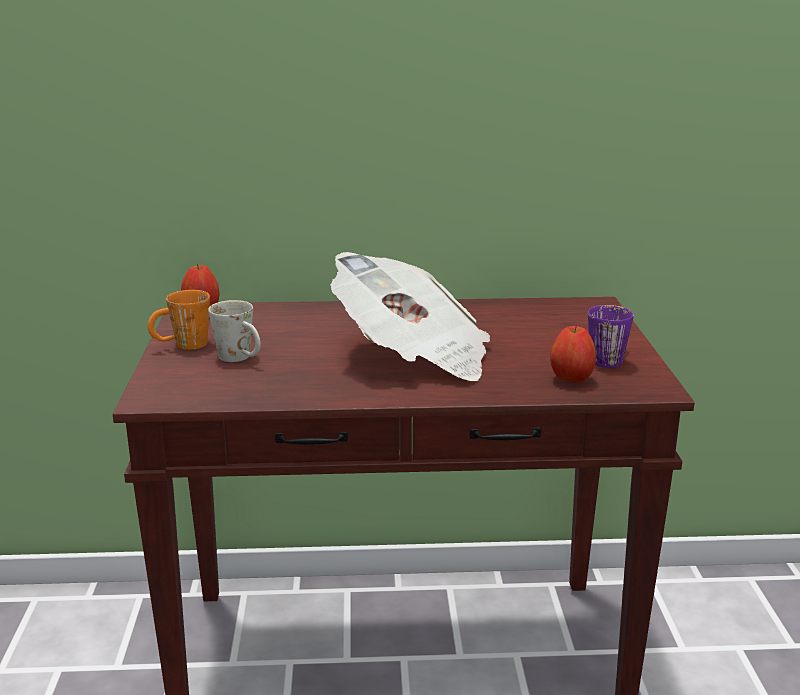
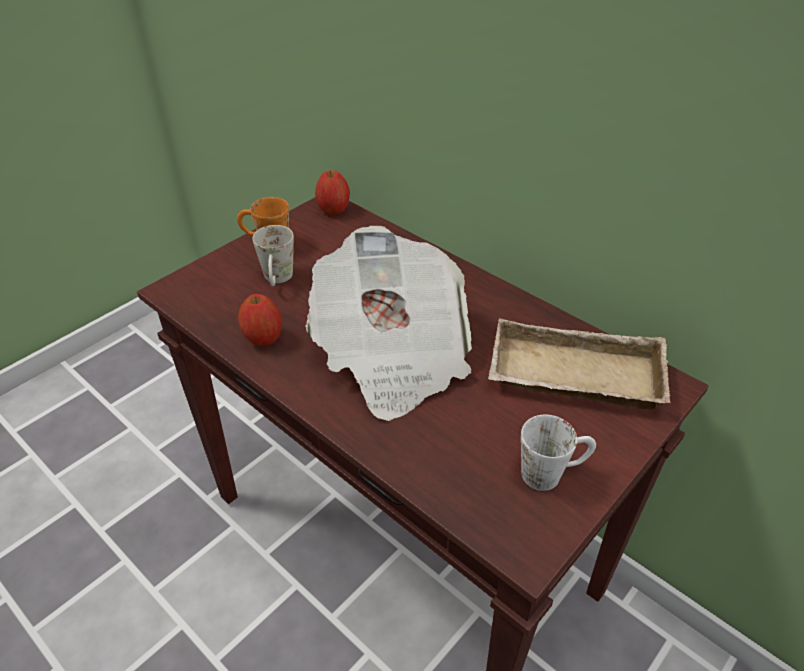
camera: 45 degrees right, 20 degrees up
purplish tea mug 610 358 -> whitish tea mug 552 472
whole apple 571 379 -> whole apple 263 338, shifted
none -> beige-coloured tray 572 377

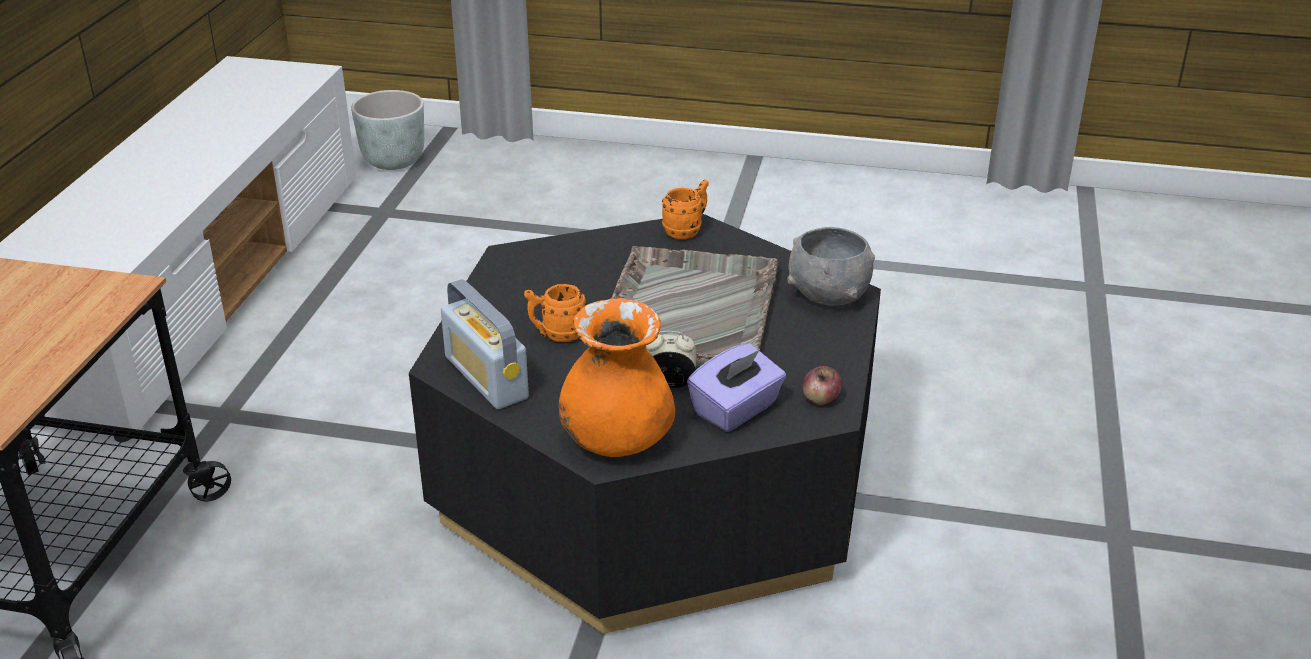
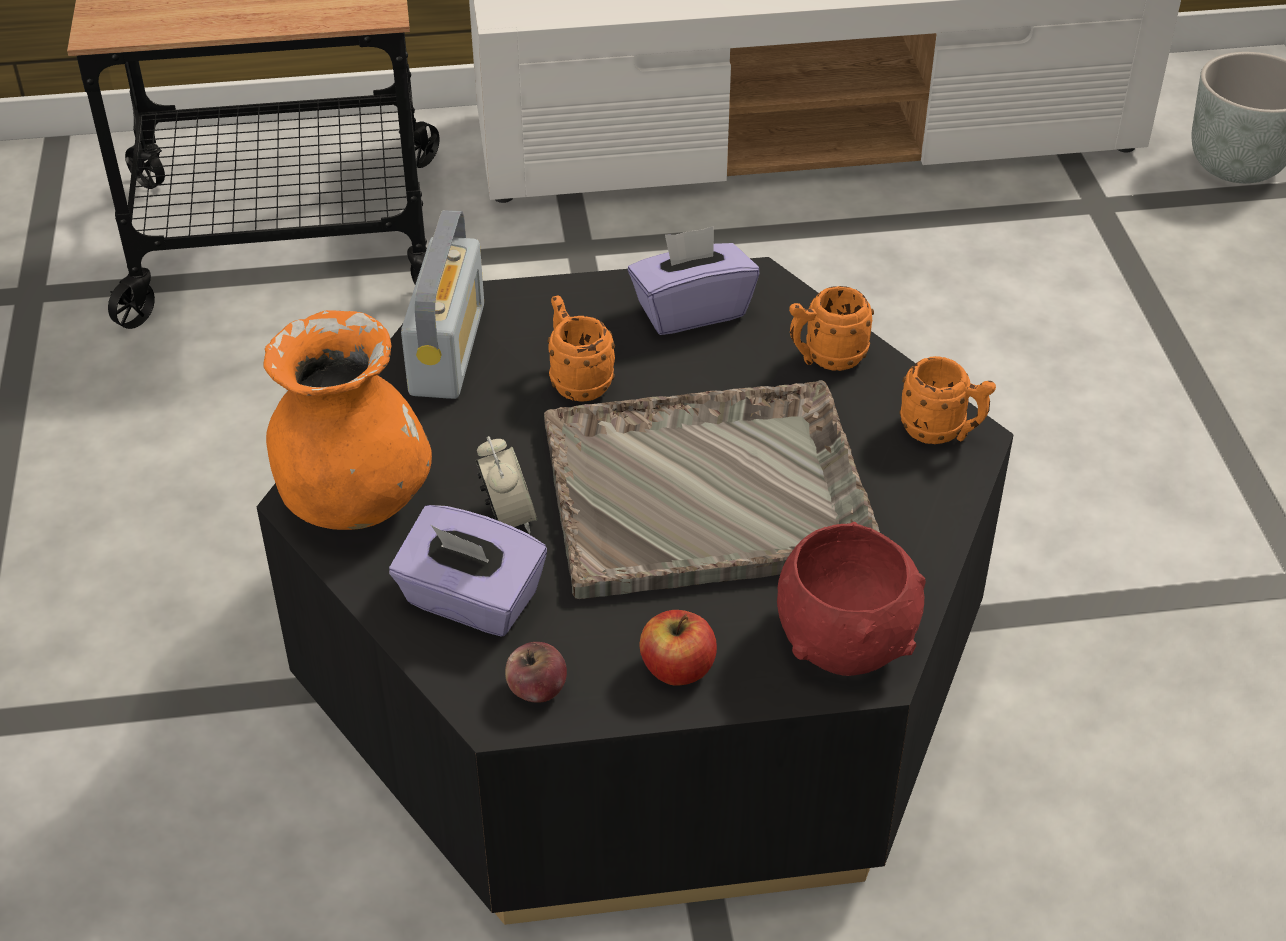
camera: 70 degrees right, 10 degrees up
greyish serving bowl 828 294 -> red-coloured serving bowl 846 639
radio set 486 378 -> radio set 447 349, 150 degrees clockwise
none -> purplish box of tissues 691 310
none -> orangey tea mug 825 359
none -> whole apple 677 669

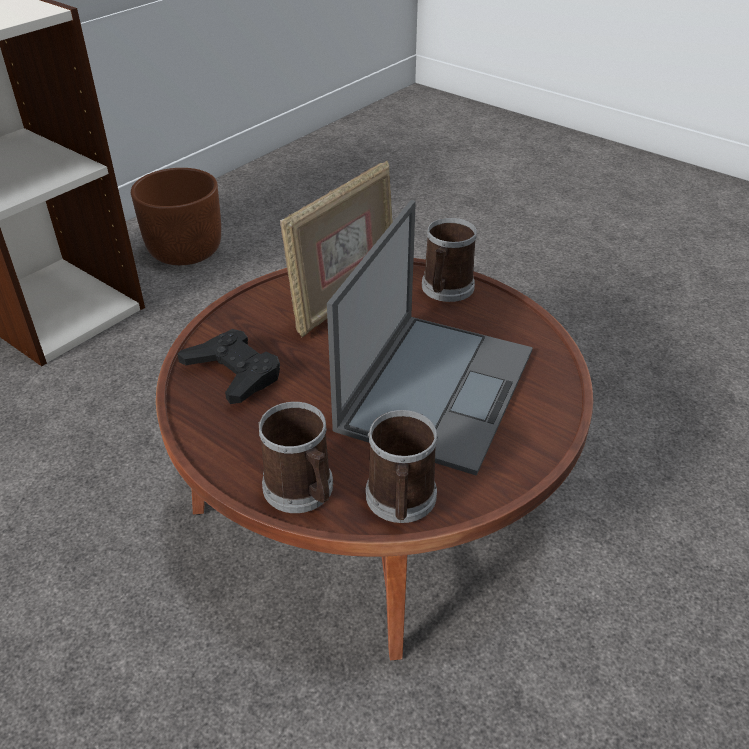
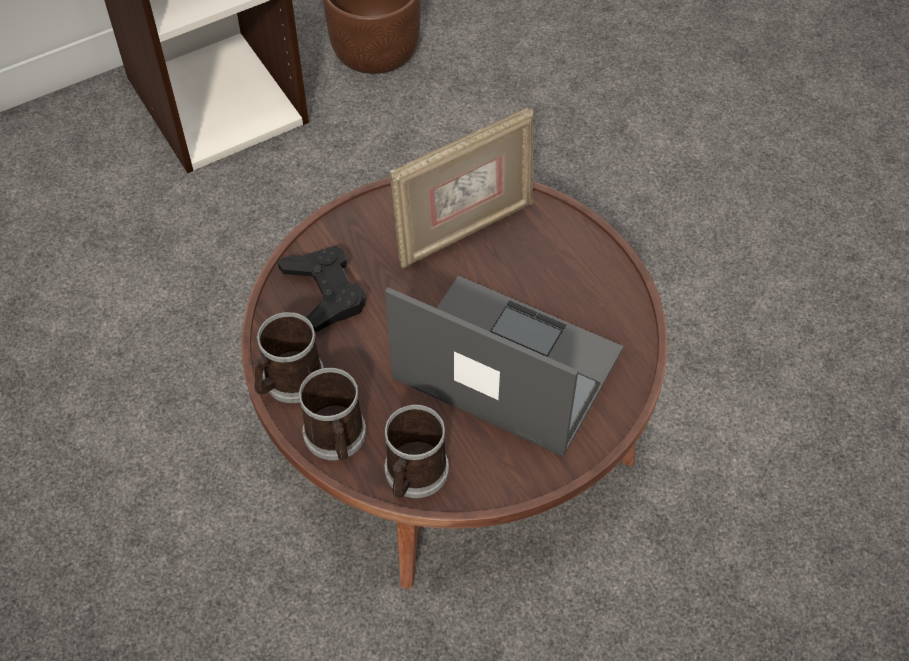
camera: 20 degrees right, 15 degrees up
laptop 437 387 -> laptop 504 364, 105 degrees counterclockwise
tea mug 445 290 -> tea mug 288 381, shifted

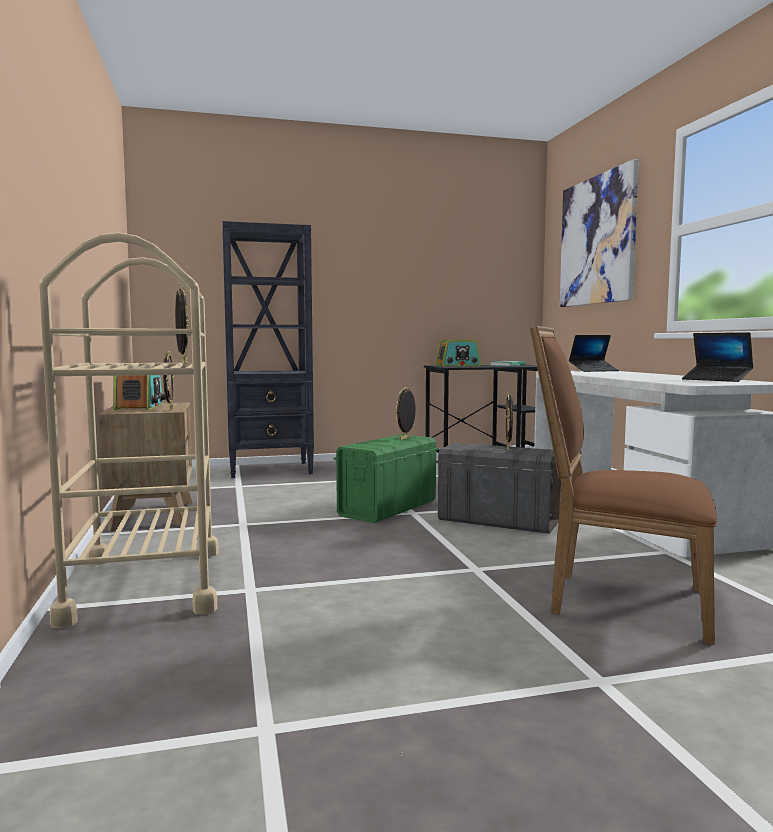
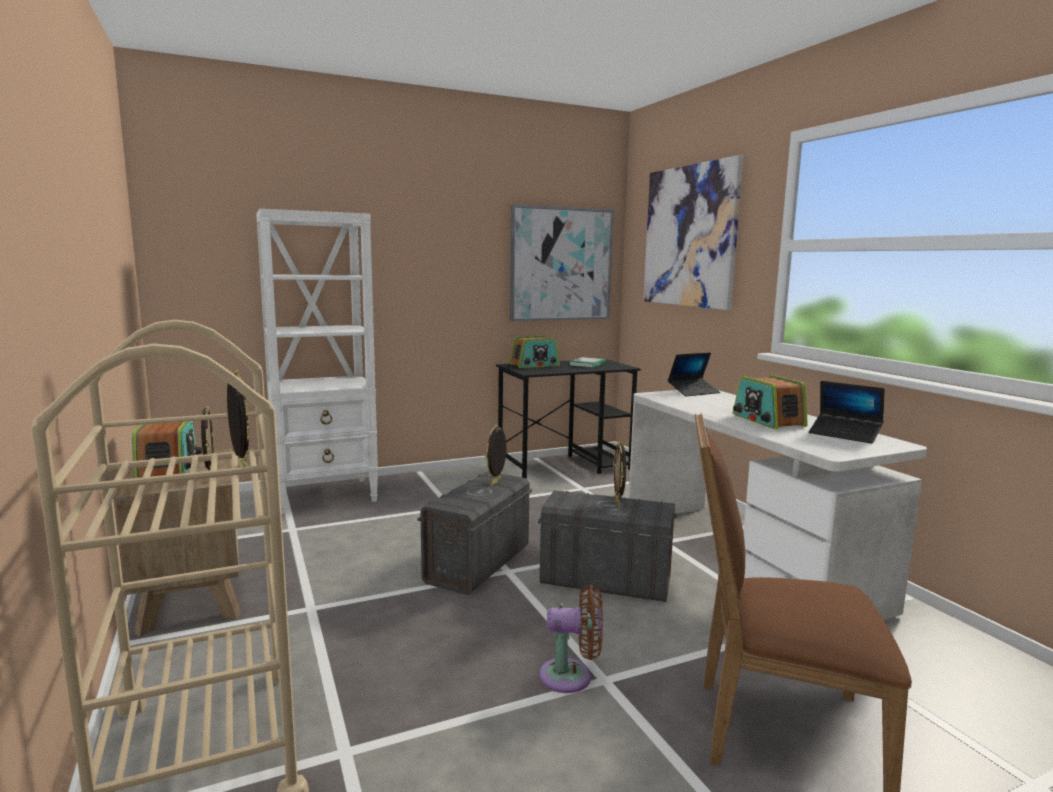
camera: 10 degrees left, 5 degrees up
blackish shelving unit 271 470 -> whitish shelving unit 326 495
green storage box 387 508 -> greyish storage box 477 564
none -> picture 561 264
none -> radio set 767 420
none -> brownish fan 571 676

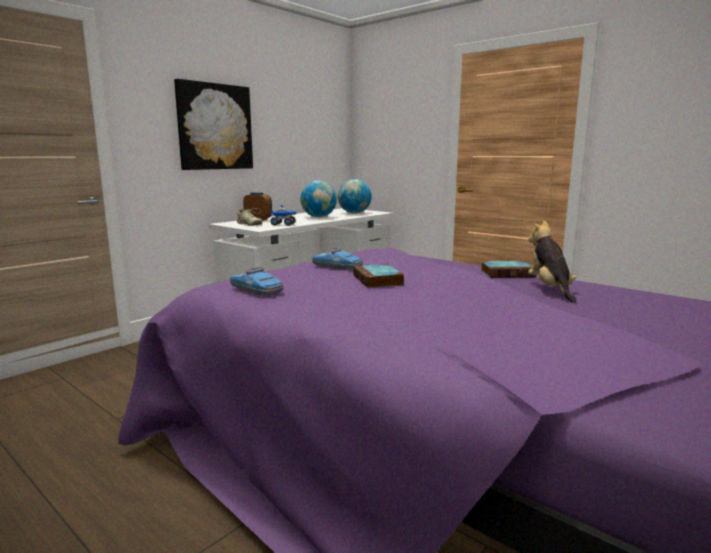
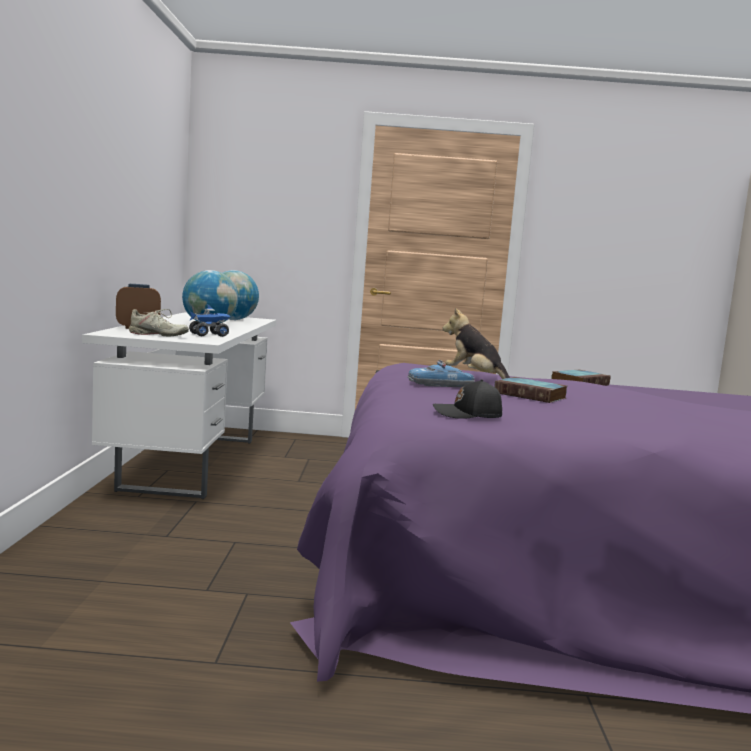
camera: 40 degrees left, 5 degrees down
picture 214 127 -> none
soft toy 550 289 -> soft toy 475 378, shifted
miniature car 256 290 -> blackish cap 468 415

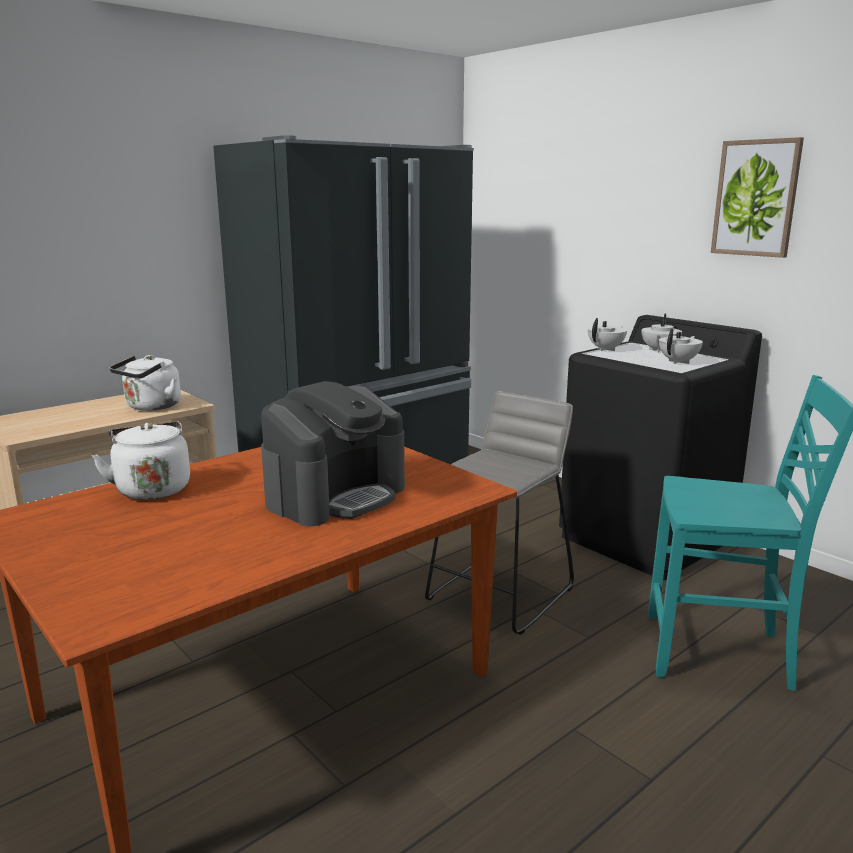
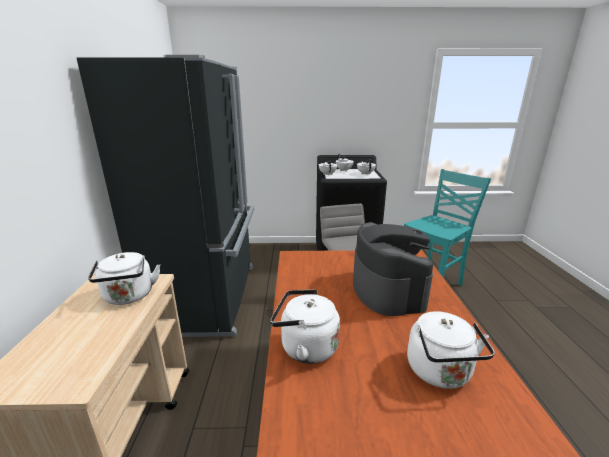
camera: 50 degrees left, 5 degrees up
picture 756 198 -> none
none -> whitish tea kettle 440 373

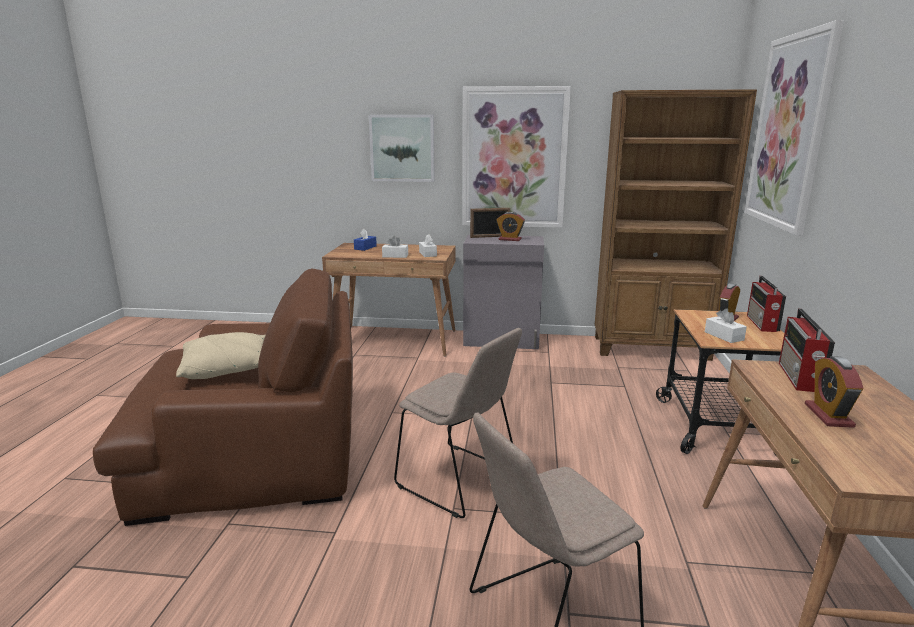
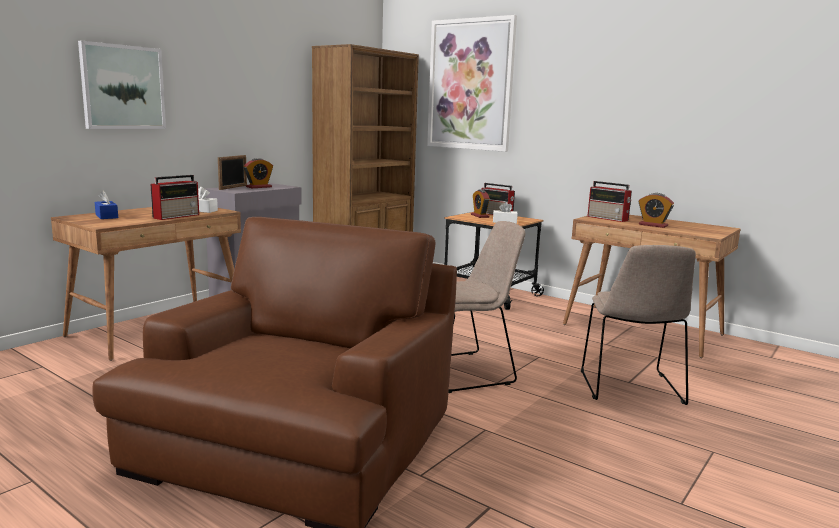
camera: 60 degrees left, 5 degrees down
picture 514 158 -> none
whitish box of tissues 395 256 -> radio set 177 216
beige-coloured throw pillow 226 369 -> none

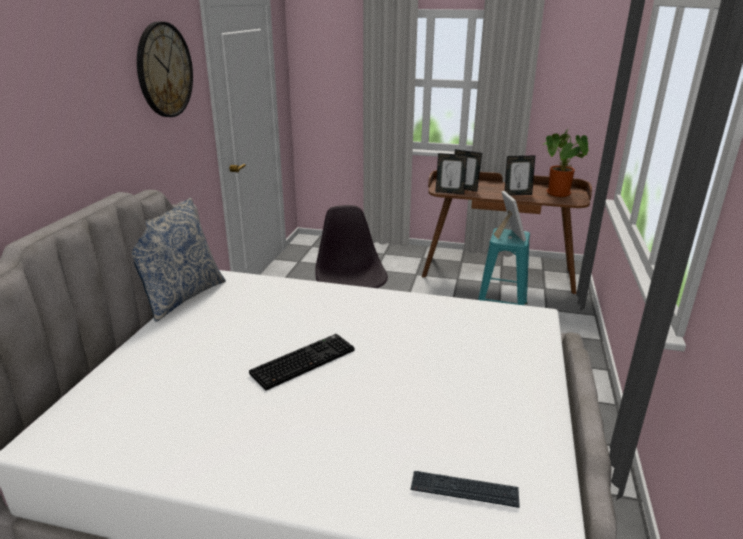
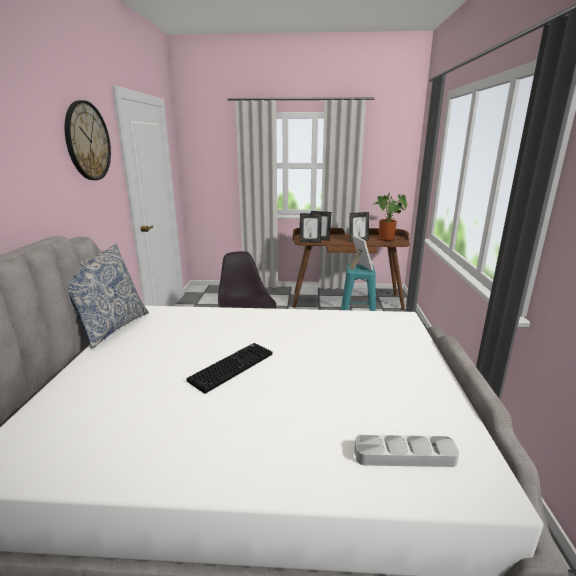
camera: 10 degrees left, 5 degrees down
computer keyboard 464 490 -> greyish tray 404 455

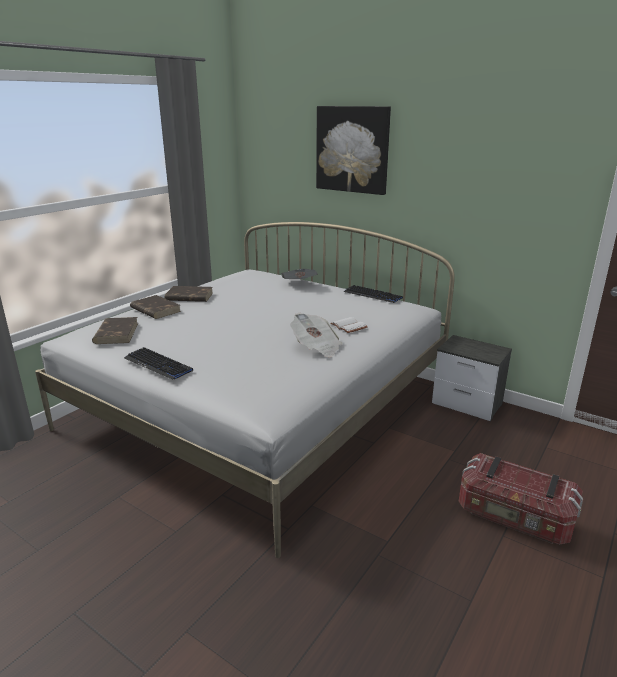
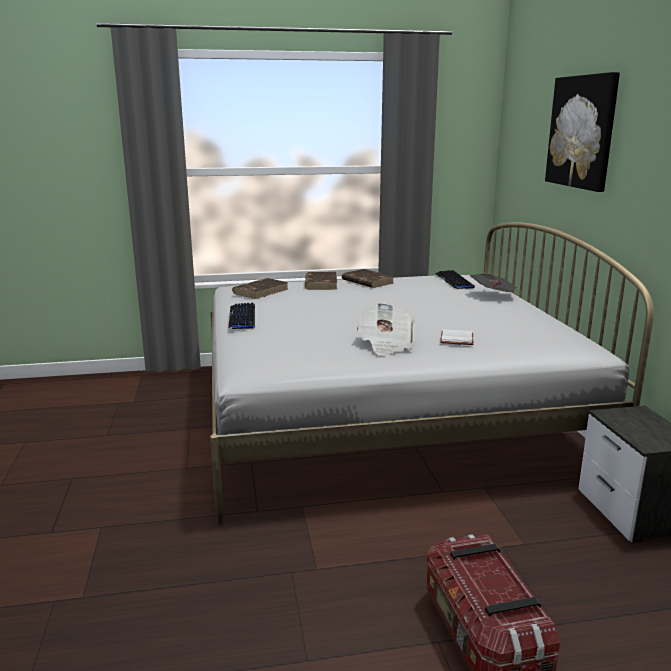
camera: 45 degrees right, 5 degrees down
computer keyboard 372 295 -> computer keyboard 454 281, shifted

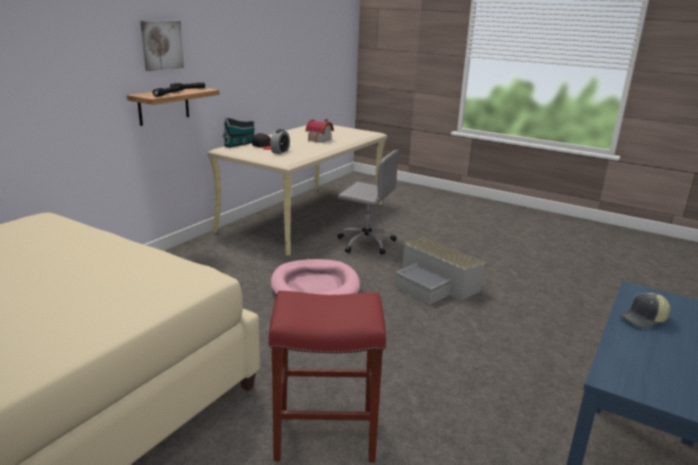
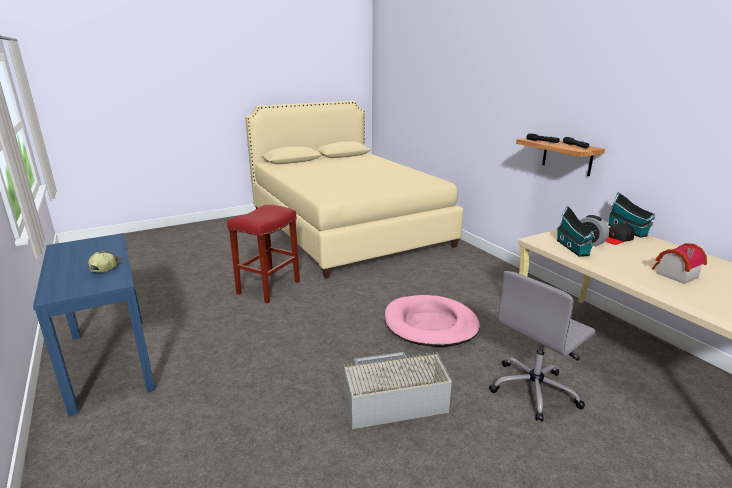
camera: 120 degrees right, 0 degrees up
picture 161 45 -> none
none -> model house 573 248

